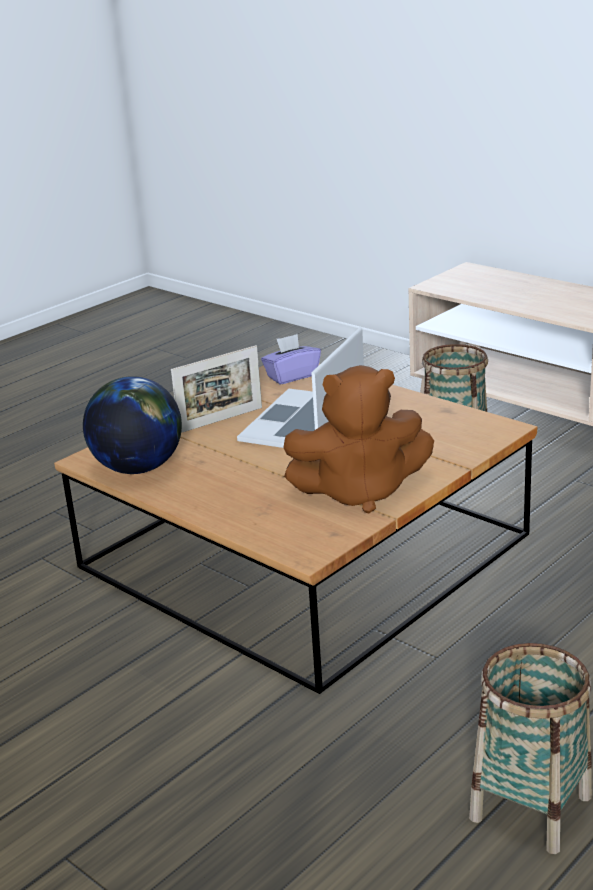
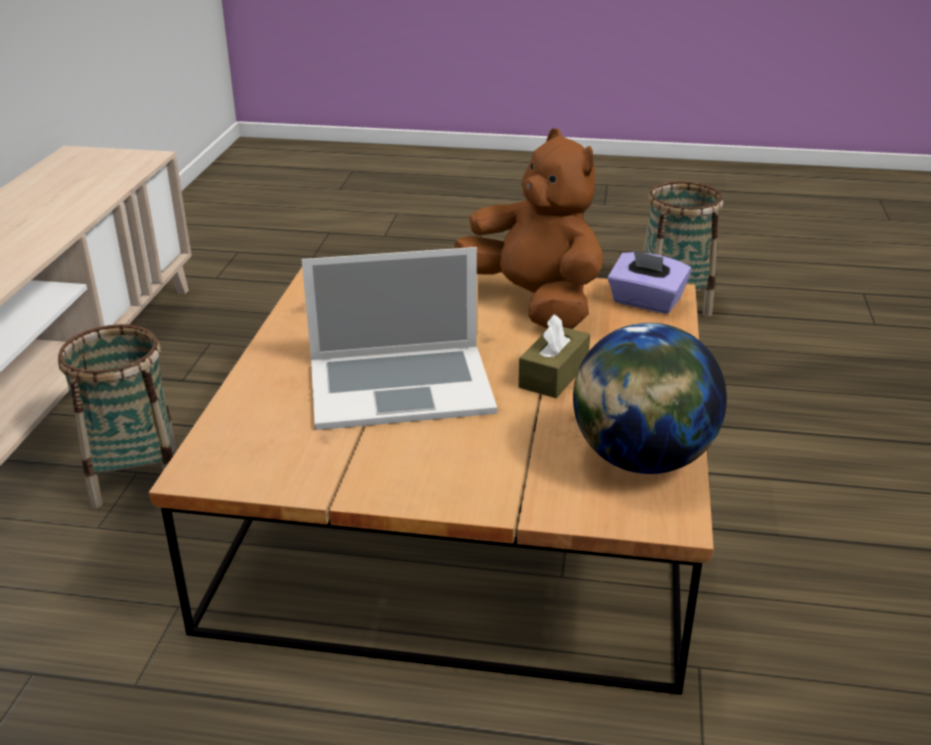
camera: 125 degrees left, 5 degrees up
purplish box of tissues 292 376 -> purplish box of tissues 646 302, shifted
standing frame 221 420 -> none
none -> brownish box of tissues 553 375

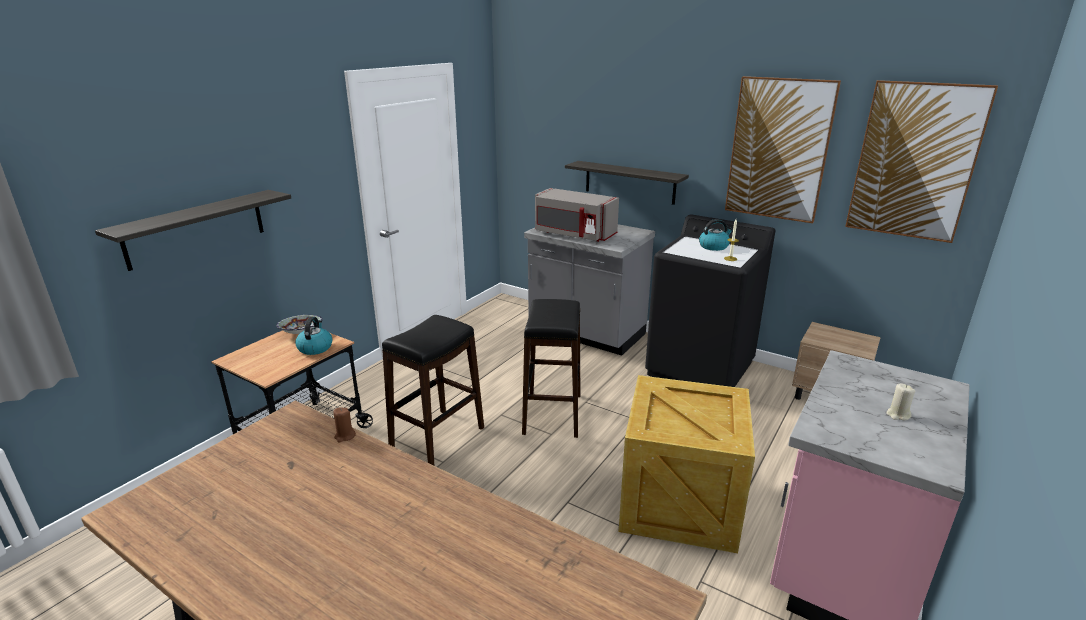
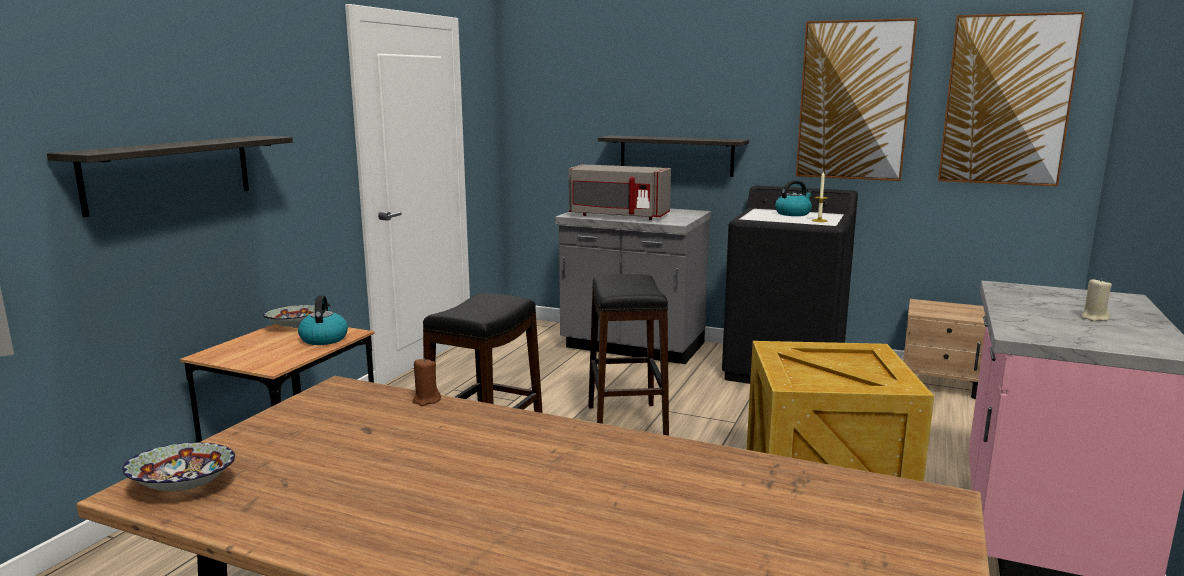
camera: 10 degrees left, 10 degrees down
none -> serving bowl 182 488

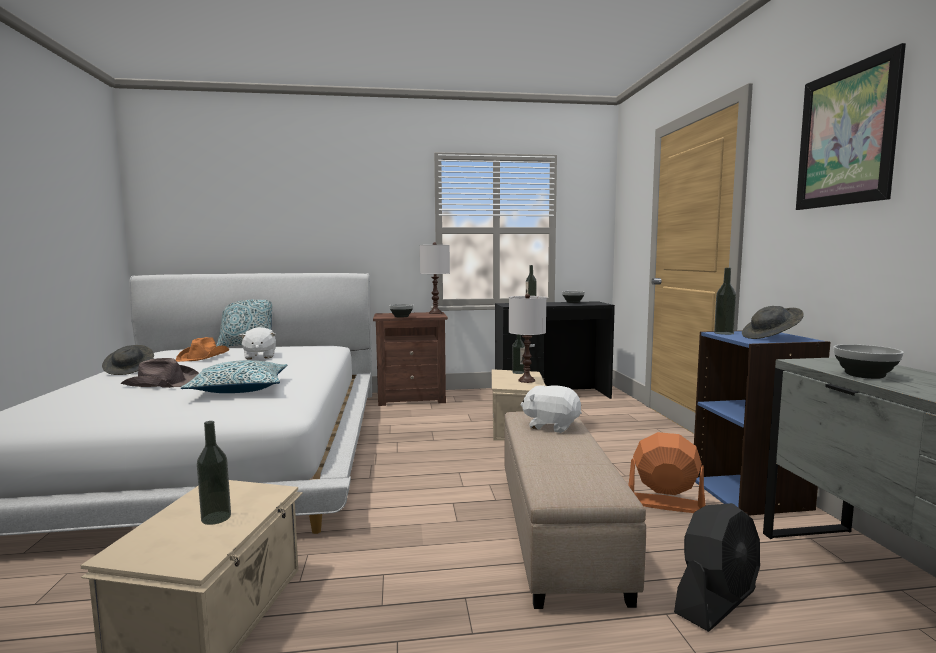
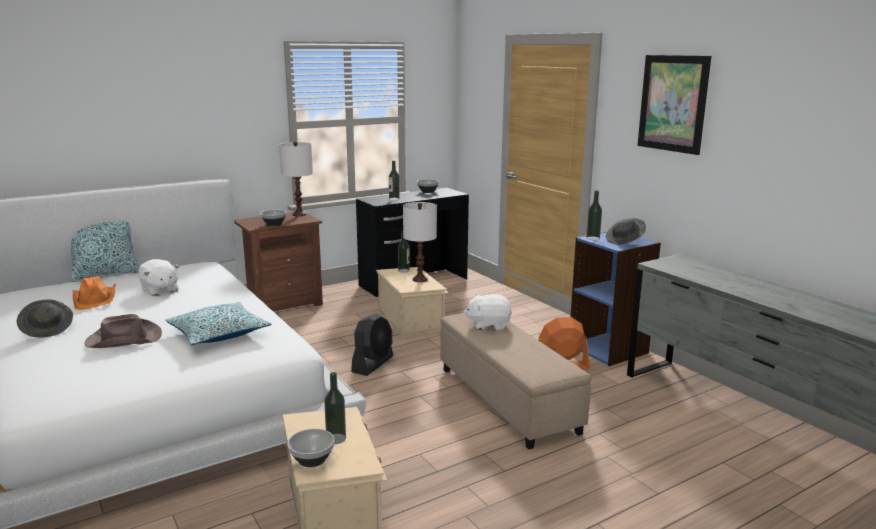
camera: 25 degrees left, 10 degrees up
serving bowl 865 375 -> serving bowl 312 460, shifted
blackish fan 716 601 -> blackish fan 373 364, shifted

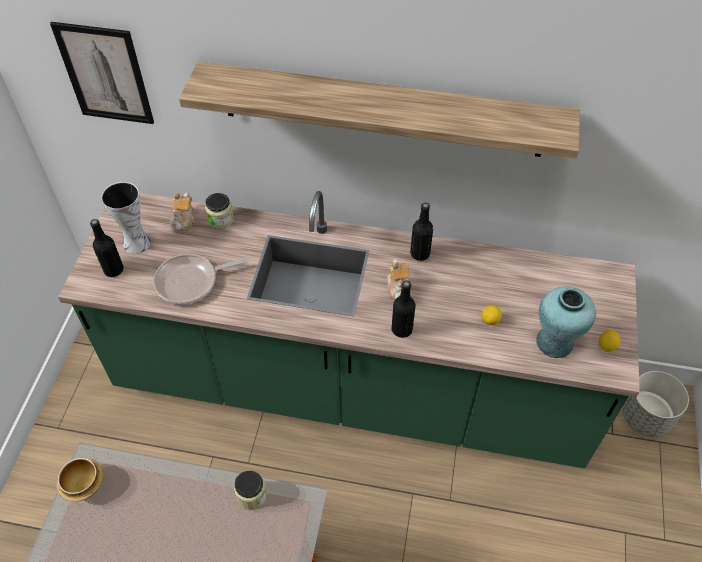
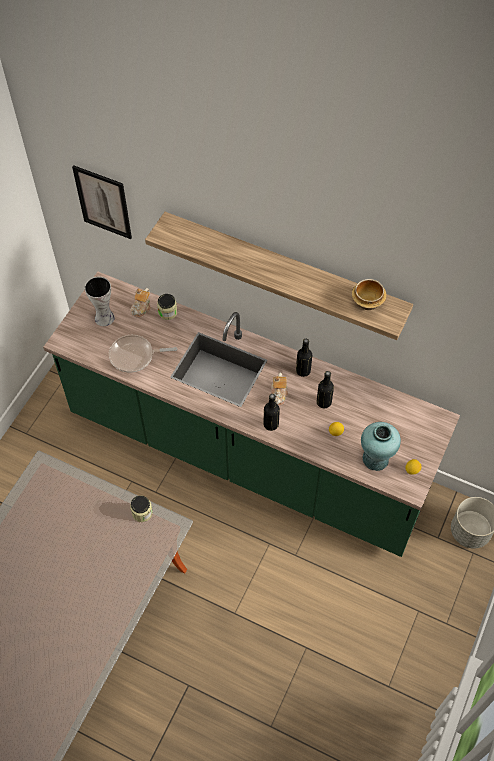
camera: 15 degrees right, 5 degrees up
blackish drink bottle 113 270 -> blackish drink bottle 324 402, shifted
serving bowl 84 486 -> serving bowl 367 303, shifted

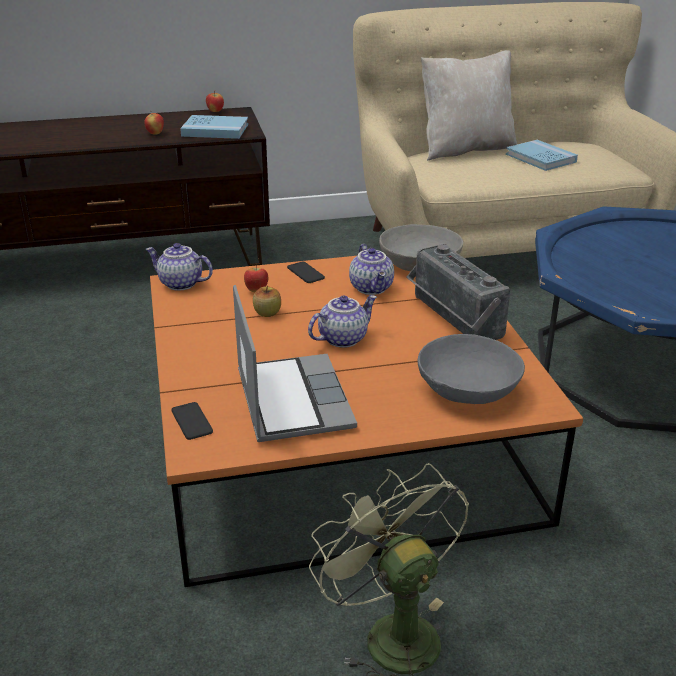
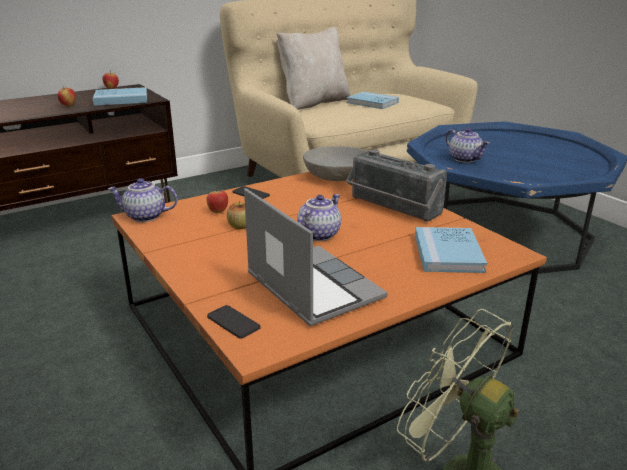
camera: 20 degrees left, 5 degrees down
pot for tea 372 288 -> pot for tea 465 159, shifted
greyish serving bowl 468 390 -> blue-coloured bound book 448 253

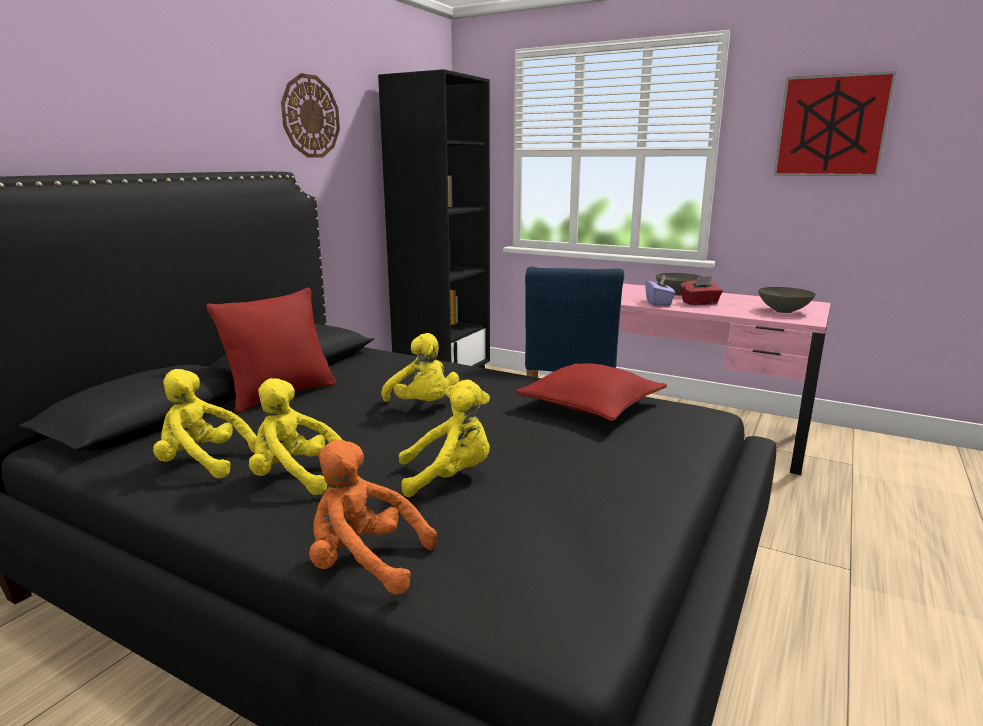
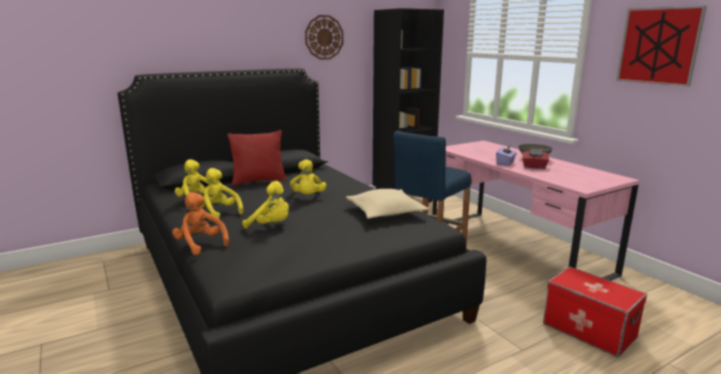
camera: 30 degrees right, 0 degrees up
greyish serving bowl 782 311 -> none
red-coloured throw pillow 591 405 -> beige-coloured throw pillow 385 212
none -> storage box 589 330

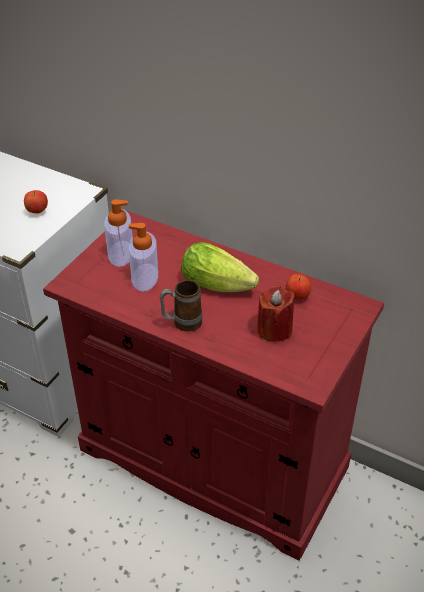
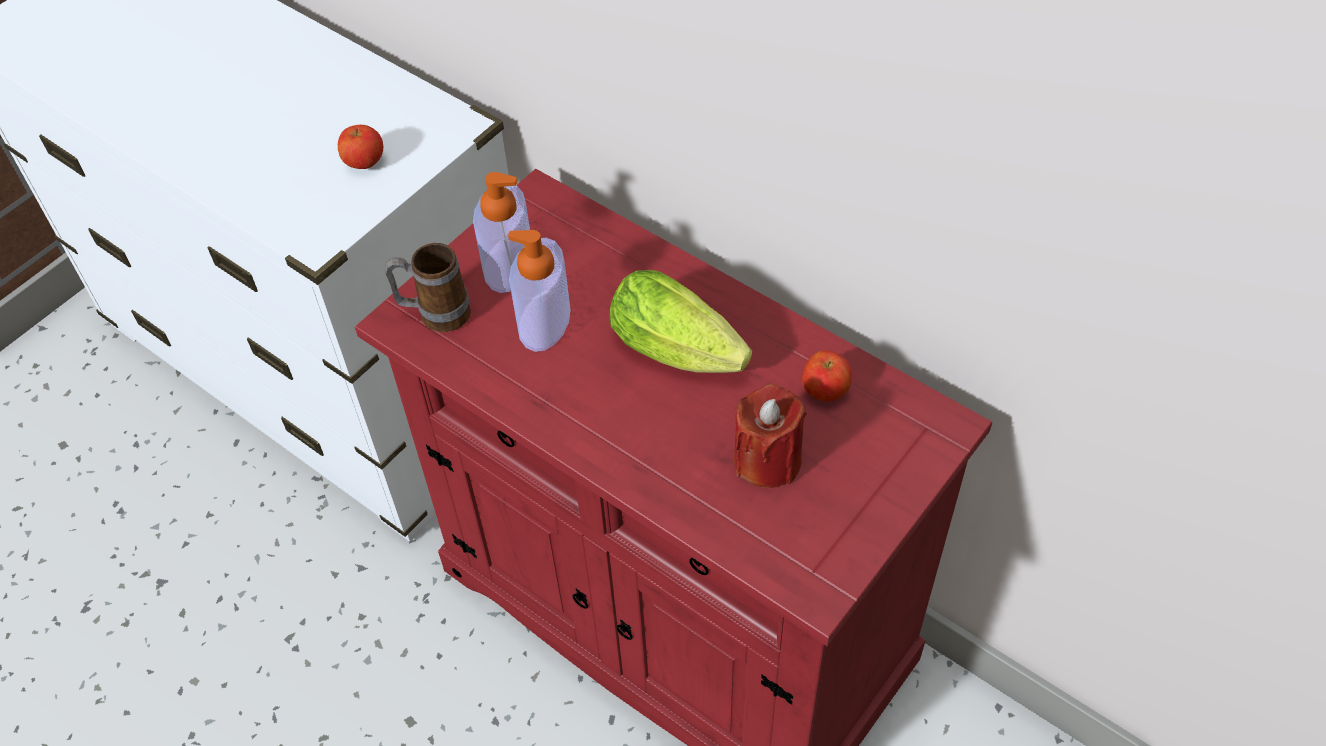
camera: 10 degrees right, 10 degrees up
tea mug 182 323 -> tea mug 435 314, shifted

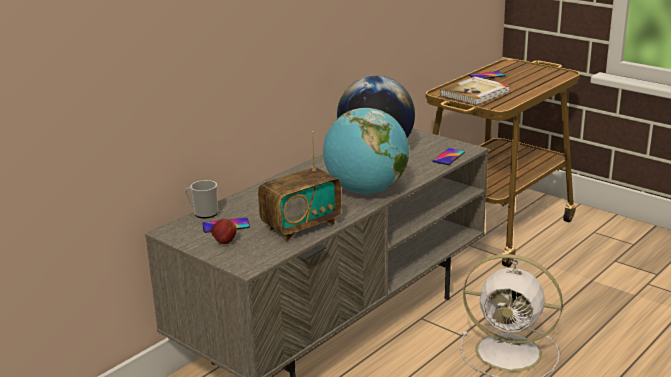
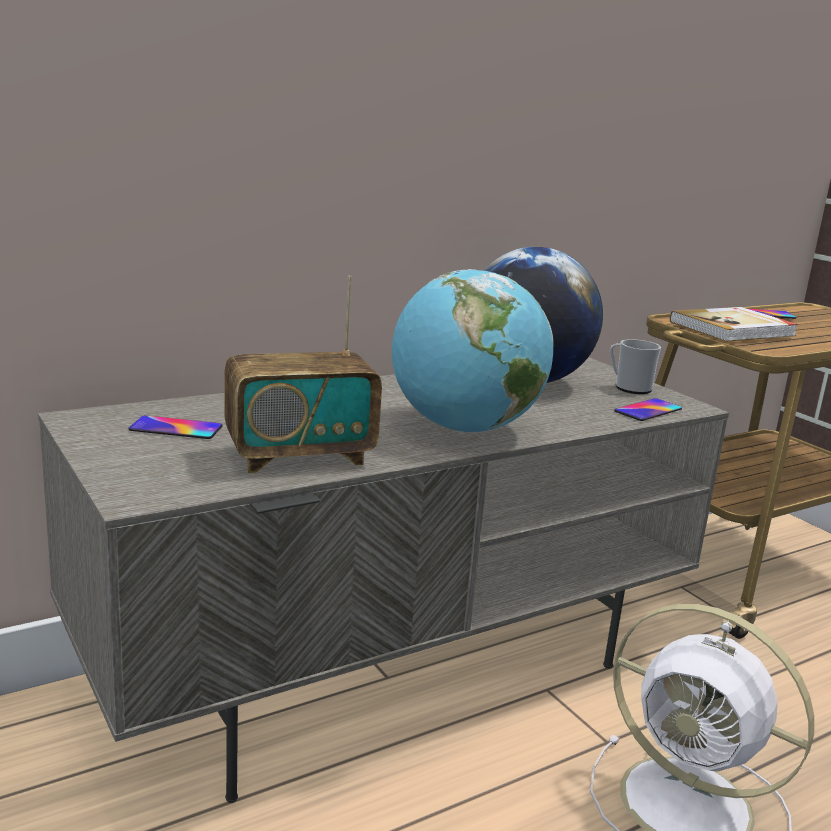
camera: 15 degrees right, 5 degrees down
tea mug 203 213 -> tea mug 629 388, shifted
whole apple 224 242 -> none

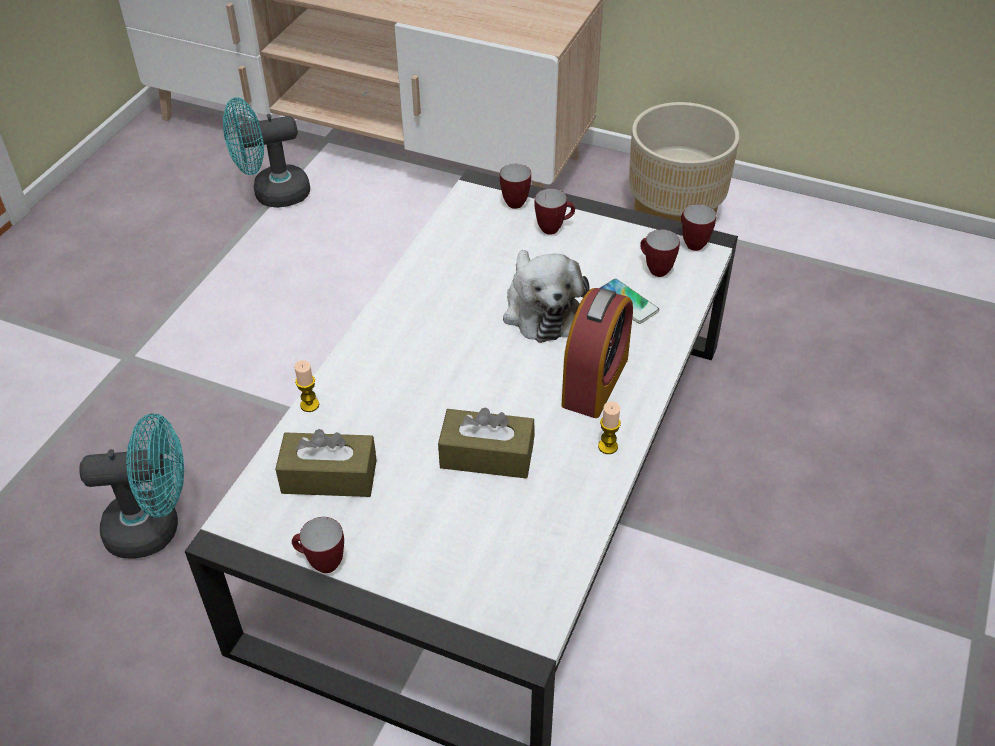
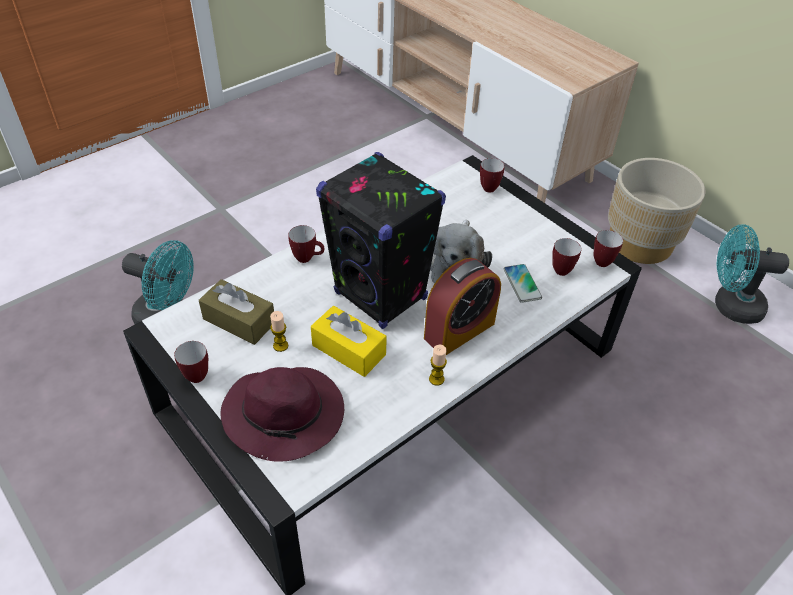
camera: 25 degrees right, 0 degrees up
turquoise fan 272 194 -> turquoise fan 730 306, shifted
tea mug 554 228 -> tea mug 308 258, shifted
wax candle 309 405 -> wax candle 280 345, shifted
brownish box of tissues 487 455 -> yellow box of tissues 348 350
none -> blackish loudspeaker 381 296
none -> purplish clothing hat 286 415

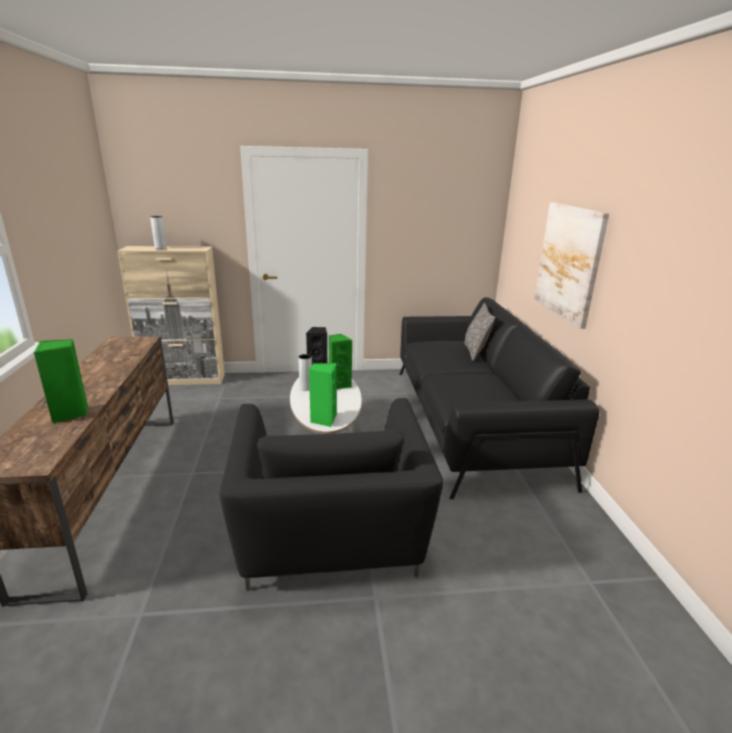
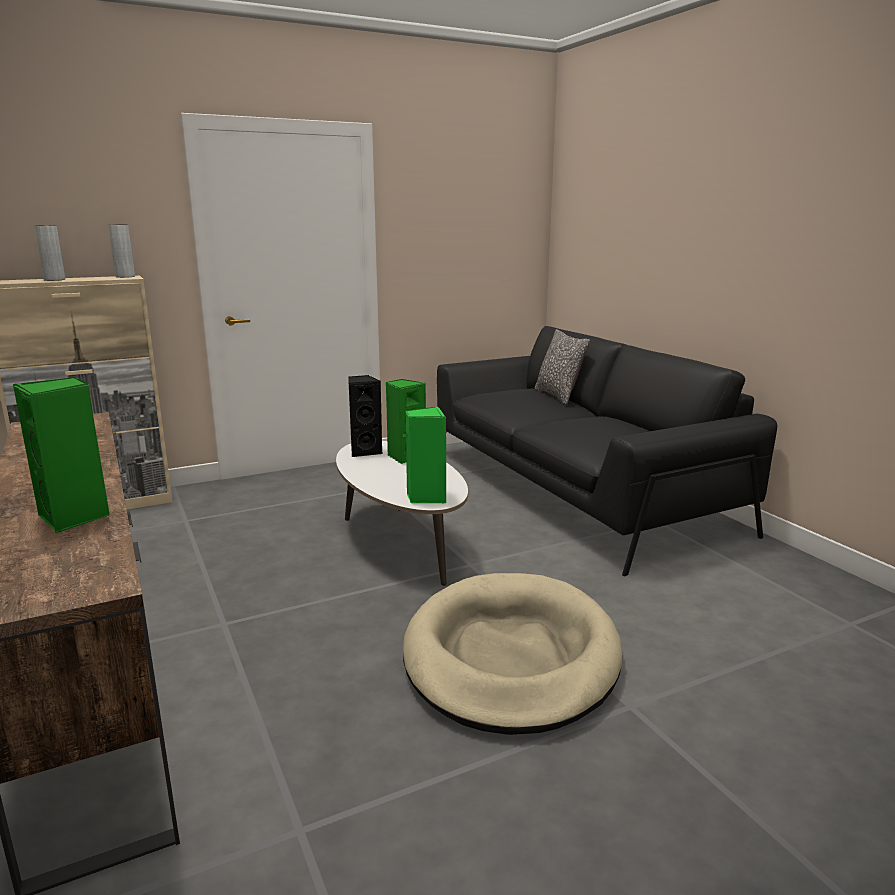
camera: 20 degrees left, 5 degrees down
picture 569 262 -> none
greyish vase 305 388 -> greyish vase 125 277, shifted
blackish lounge chair 329 540 -> beige-coloured dog cushion 511 657

